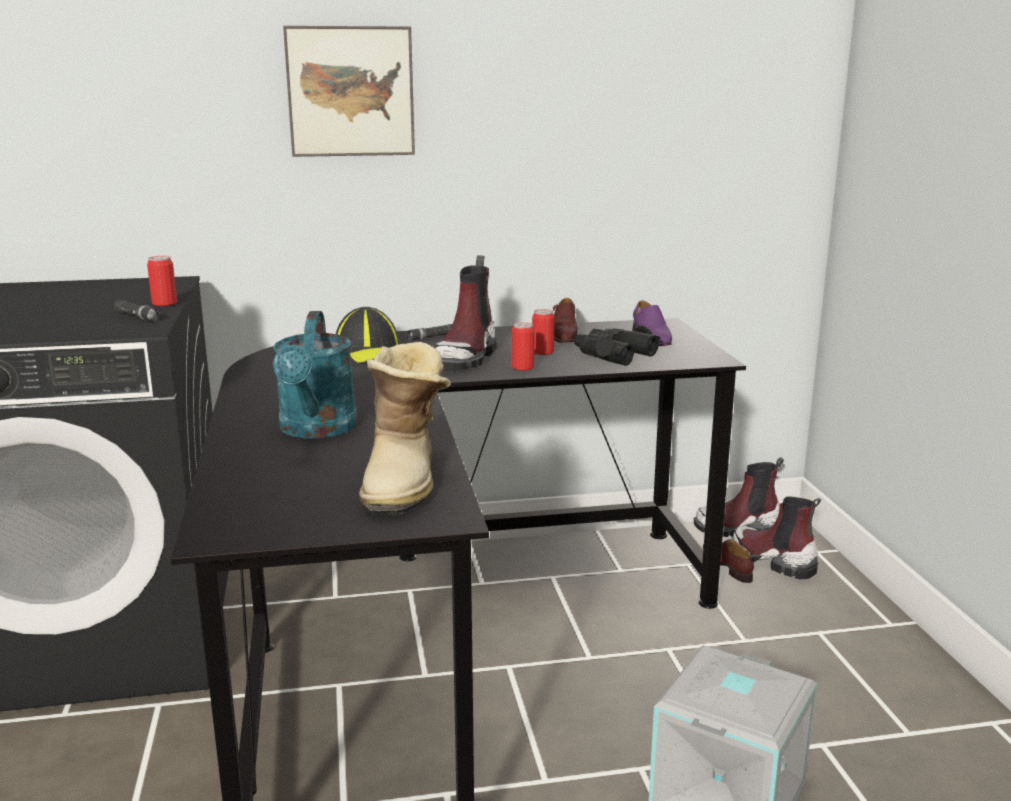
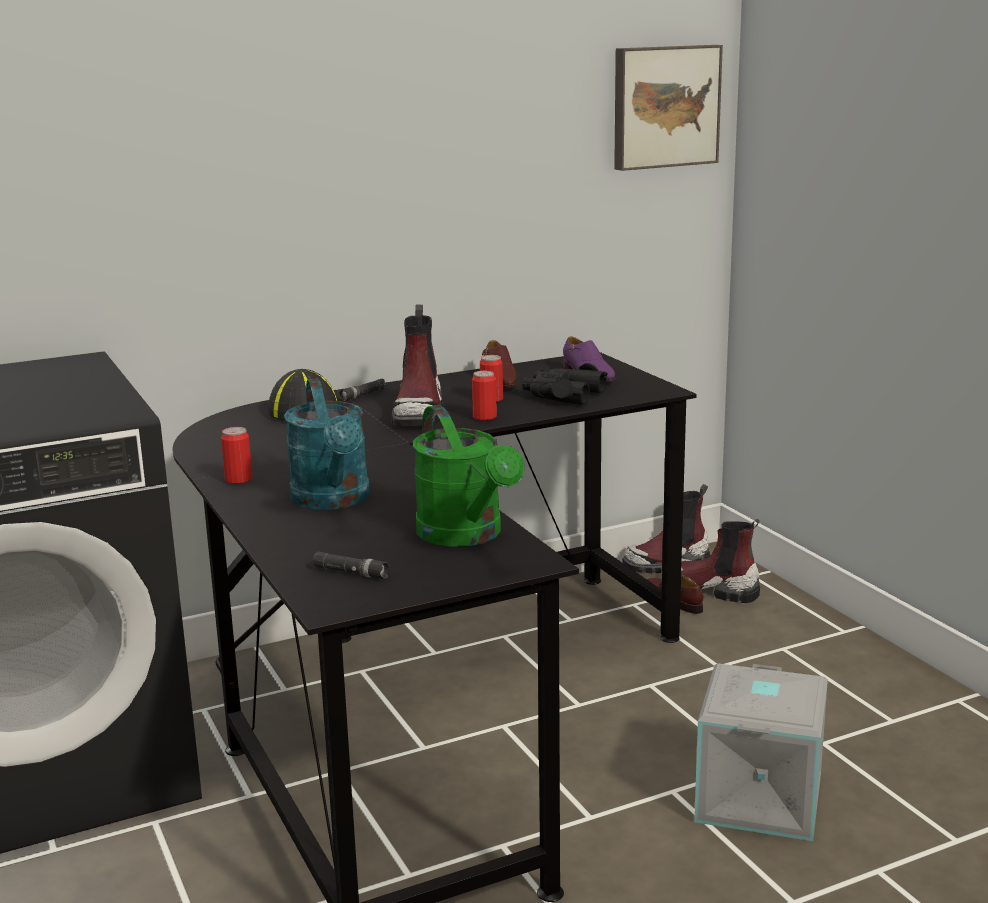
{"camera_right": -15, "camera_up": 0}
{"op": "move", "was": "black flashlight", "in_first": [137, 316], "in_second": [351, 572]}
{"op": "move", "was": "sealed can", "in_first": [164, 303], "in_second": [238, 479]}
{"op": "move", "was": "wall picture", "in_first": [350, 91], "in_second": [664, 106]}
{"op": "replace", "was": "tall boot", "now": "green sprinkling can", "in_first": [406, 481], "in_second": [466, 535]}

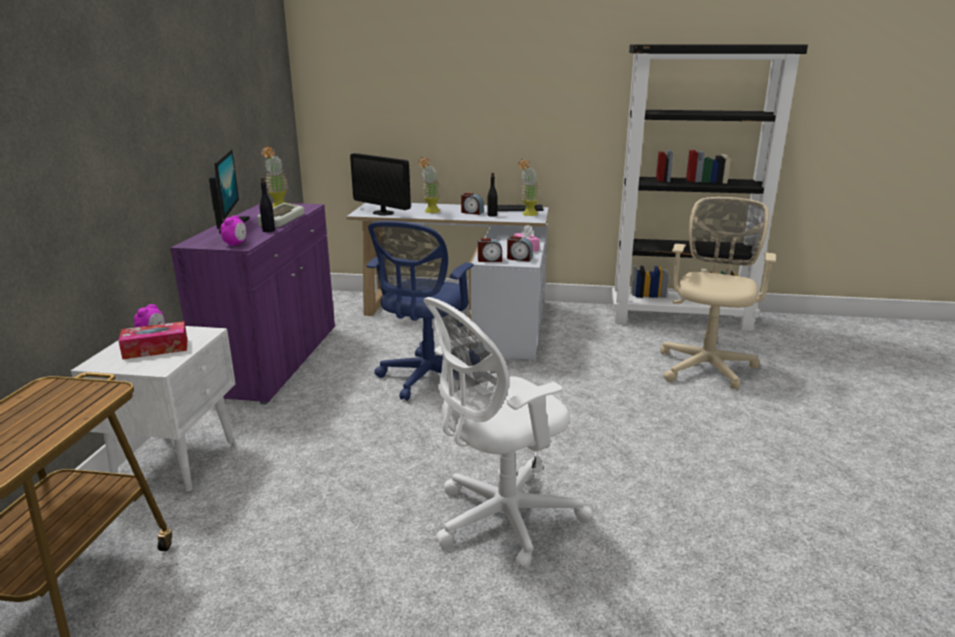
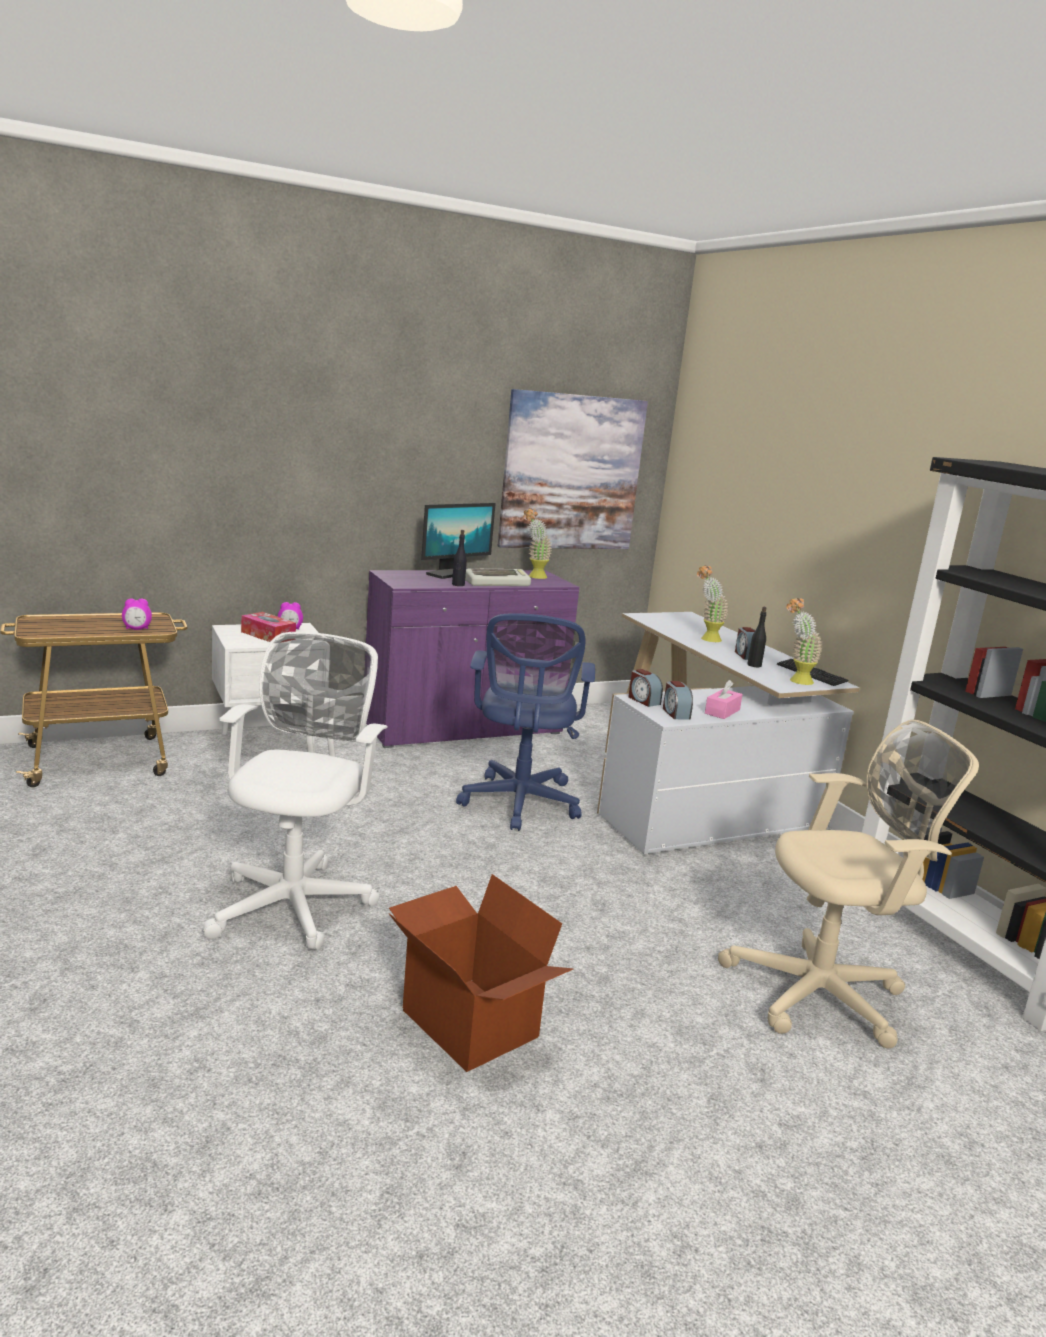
{"camera_right": 55, "camera_up": -5}
{"op": "move", "was": "table clock", "in_first": [236, 244], "in_second": [137, 629]}
{"op": "delete", "was": "computer screen", "in_first": [383, 213]}
{"op": "rotate", "was": "blue office chair", "in_first": [426, 378], "in_second": [519, 804], "clockwise": -75}
{"op": "rotate", "was": "white office chair", "in_first": [500, 520], "in_second": [295, 902], "clockwise": 75}
{"op": "insert", "now": "cardboard box", "in_second": [467, 1024]}
{"op": "insert", "now": "wall picture", "in_second": [571, 472]}

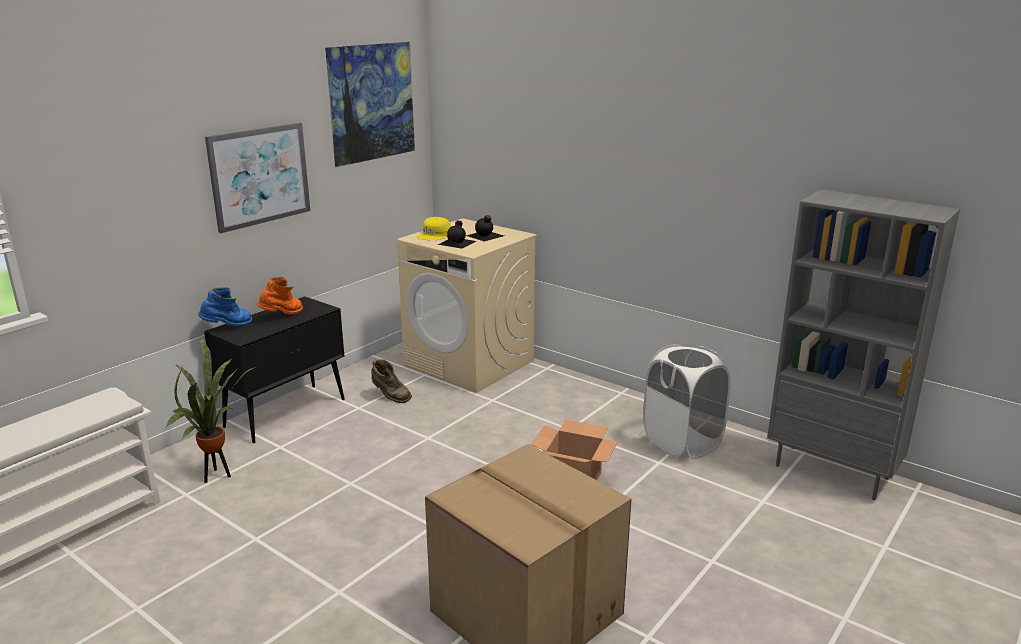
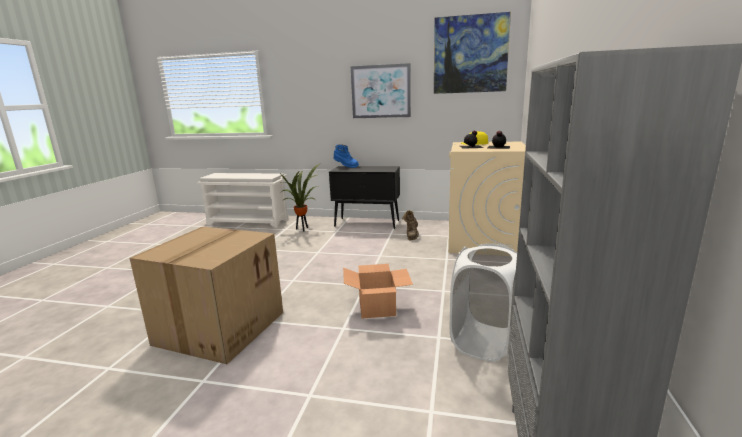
{"camera_right": 65, "camera_up": -5}
{"op": "delete", "was": "orange tall boot", "in_first": [282, 316]}

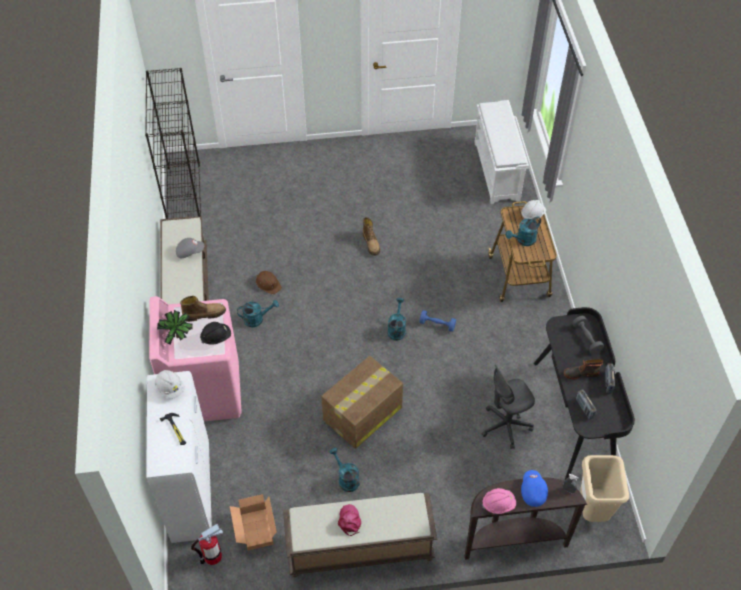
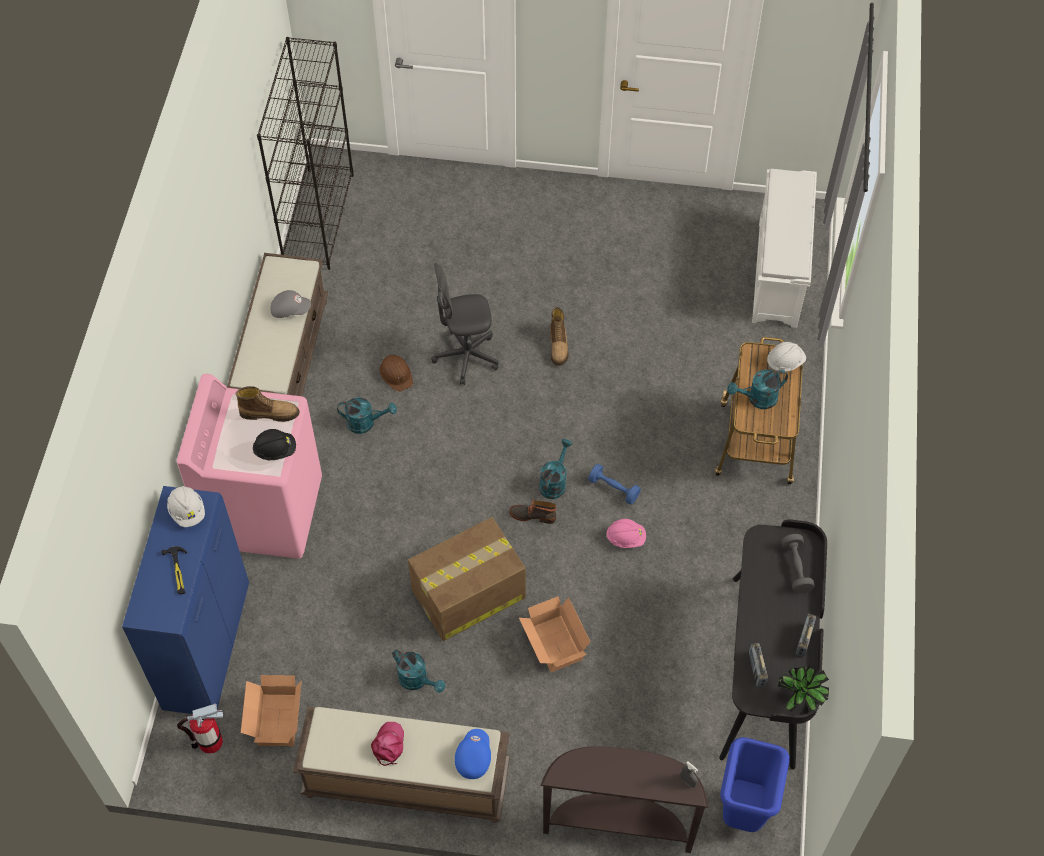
{"camera_right": 15, "camera_up": 5}
{"op": "recolor", "was": "white cupboard", "now": "blue cupboard", "in_first": [191, 491], "in_second": [207, 646]}
{"op": "move", "was": "plant in a pot", "in_first": [179, 338], "in_second": [800, 700]}
{"op": "rotate", "was": "turquoise-coloured sprinkling can", "in_first": [346, 479], "in_second": [417, 680], "clockwise": 150}
{"op": "move", "was": "grey office chair", "in_first": [506, 426], "in_second": [466, 357]}
{"op": "move", "was": "pink hard hat", "in_first": [498, 504], "in_second": [626, 538]}
{"op": "move", "was": "blue peaked cap", "in_first": [532, 491], "in_second": [473, 757]}
{"op": "move", "was": "tall boot", "in_first": [580, 373], "in_second": [533, 515]}
{"op": "recolor", "was": "beige-coloured trash can", "now": "blue trash can", "in_first": [592, 510], "in_second": [743, 811]}
{"op": "insert", "now": "cardboard box", "in_second": [554, 645]}

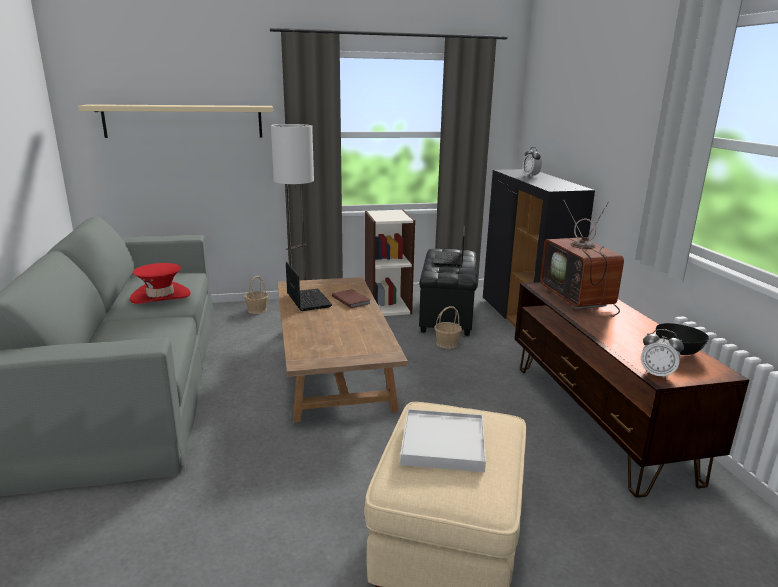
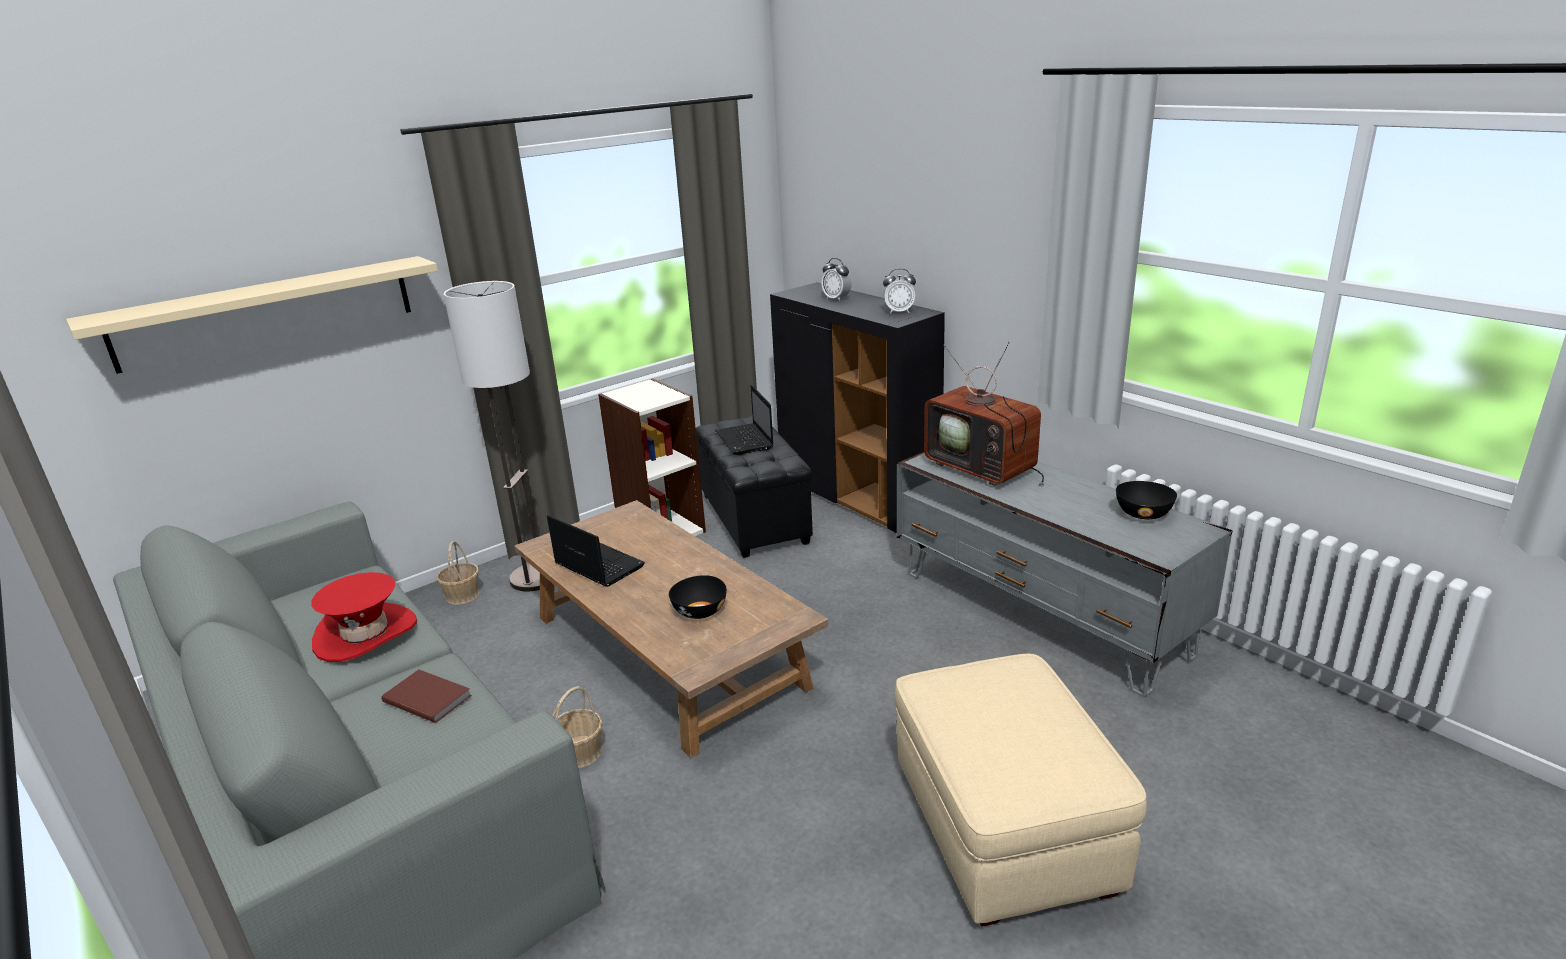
{"camera_right": -25, "camera_up": 5}
{"op": "move", "was": "brown-coloured bound book", "in_first": [351, 300], "in_second": [428, 697]}
{"op": "delete", "was": "white carrying tray", "in_first": [443, 444]}
{"op": "move", "was": "household basket", "in_first": [447, 343], "in_second": [580, 753]}
{"op": "recolor", "was": "brown-coloured tv stand", "now": "grey tv stand", "in_first": [597, 419], "in_second": [1040, 613]}
{"op": "move", "was": "table clock", "in_first": [656, 374], "in_second": [899, 312]}
{"op": "insert", "now": "black deep dish", "in_second": [699, 611]}

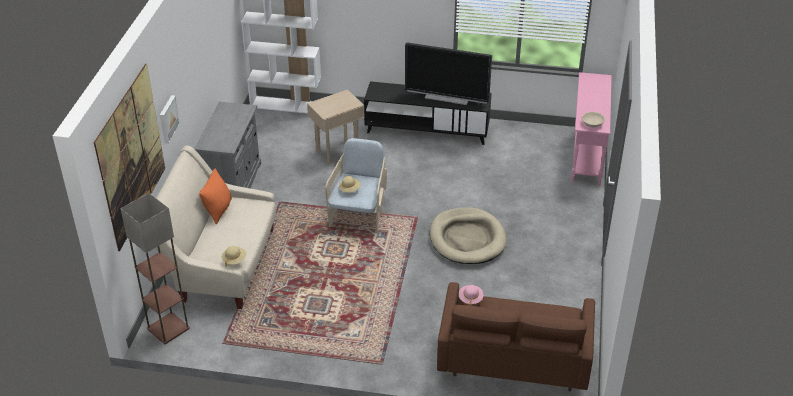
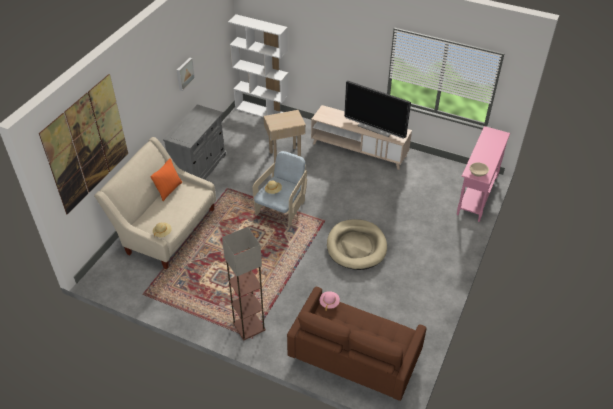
{"camera_right": 15, "camera_up": 5}
{"op": "move", "was": "standard lamp", "in_first": [168, 328], "in_second": [249, 326]}
{"op": "move", "was": "wall picture", "in_first": [168, 119], "in_second": [184, 73]}
{"op": "recolor", "was": "black tv stand", "now": "beige-coloured tv stand", "in_first": [427, 130], "in_second": [359, 150]}

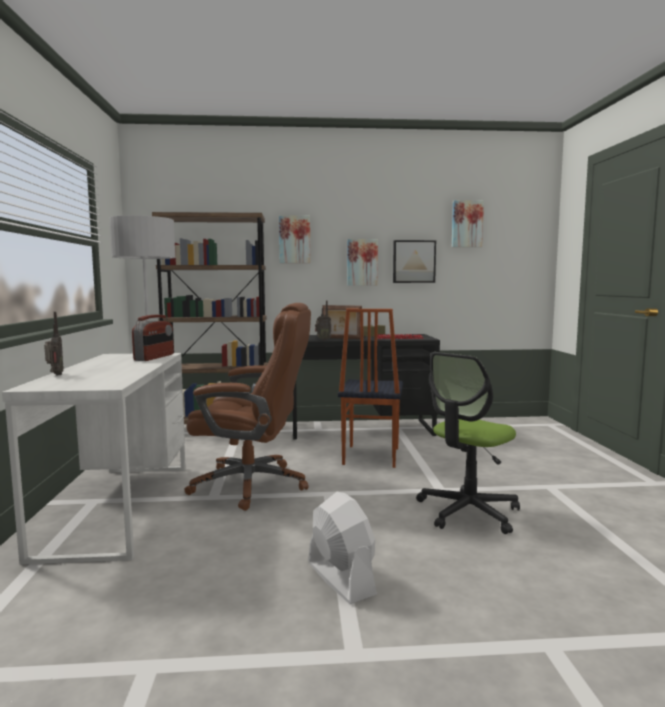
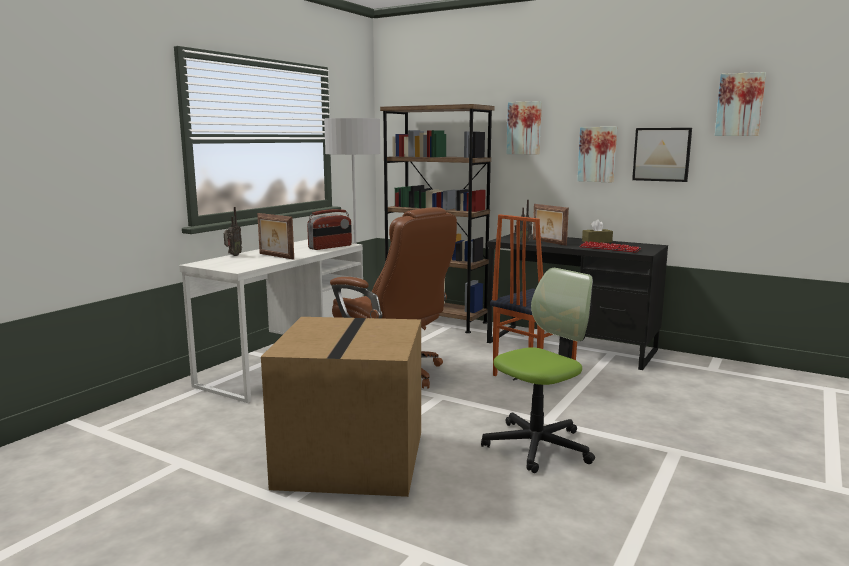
{"camera_right": 35, "camera_up": 5}
{"op": "replace", "was": "white cooling fan", "now": "cardboard box", "in_first": [340, 578], "in_second": [350, 457]}
{"op": "rotate", "was": "office chair", "in_first": [468, 512], "in_second": [537, 446], "clockwise": 150}
{"op": "insert", "now": "standing frame", "in_second": [275, 256]}

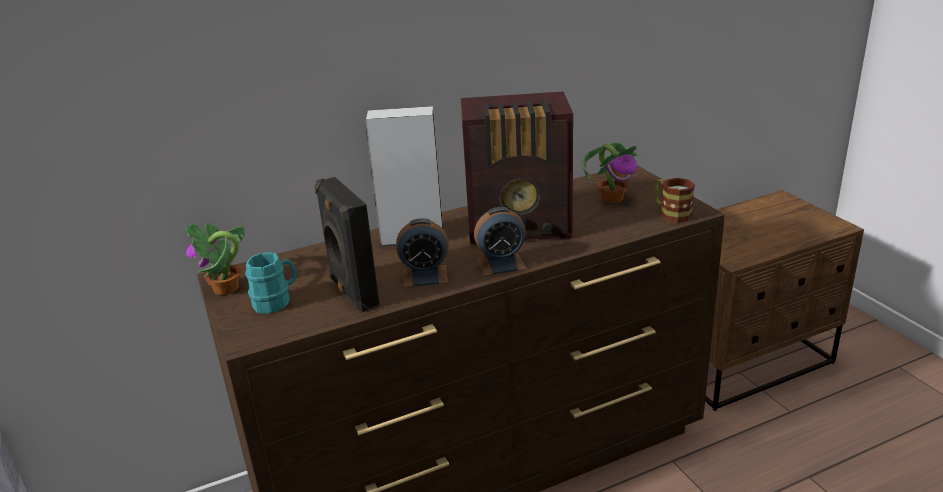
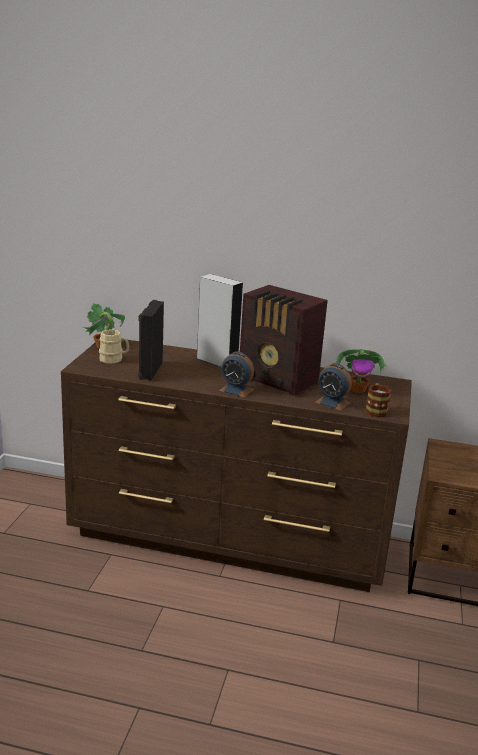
{"camera_right": 35, "camera_up": -5}
{"op": "recolor", "was": "turquoise-coloured tea mug", "now": "beige-coloured tea mug", "in_first": [276, 301], "in_second": [114, 359]}
{"op": "move", "was": "table clock", "in_first": [425, 276], "in_second": [332, 402]}

